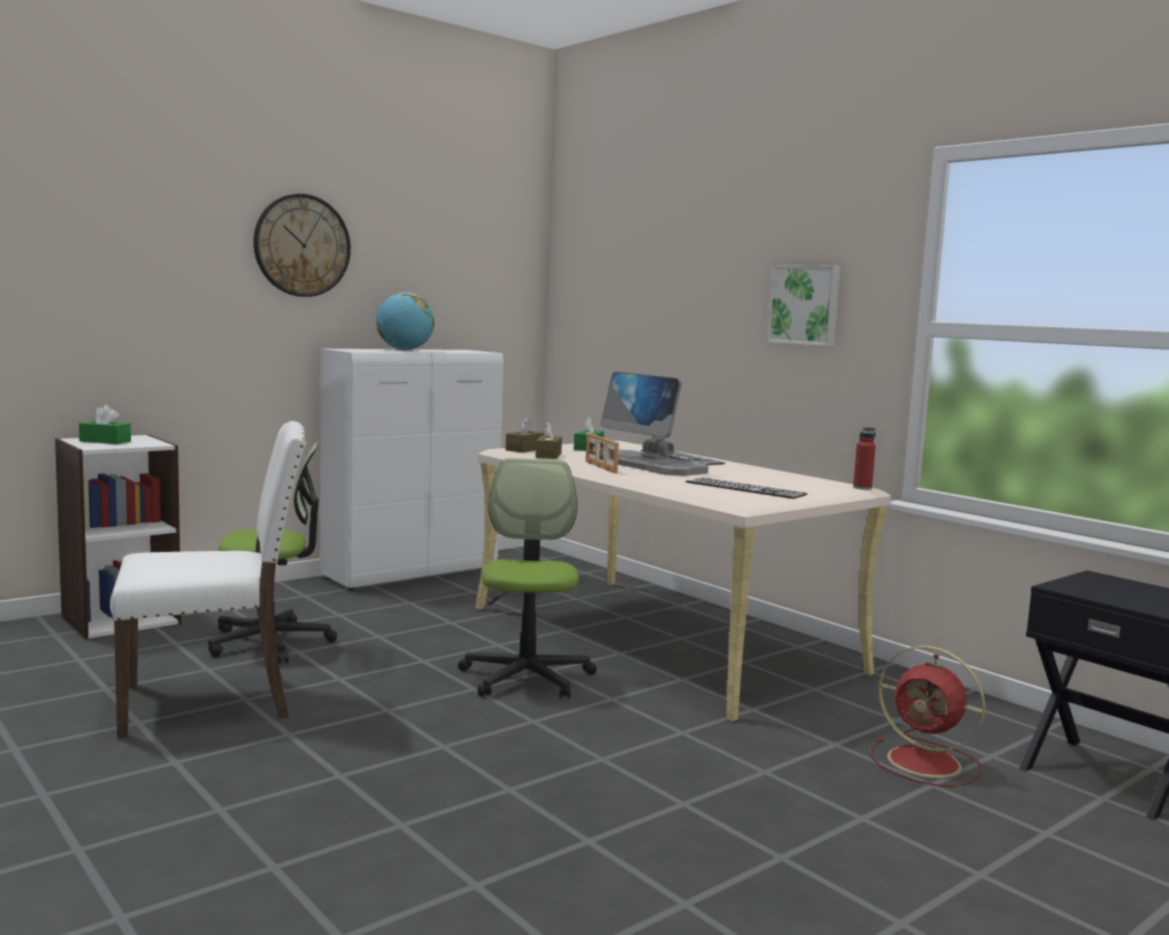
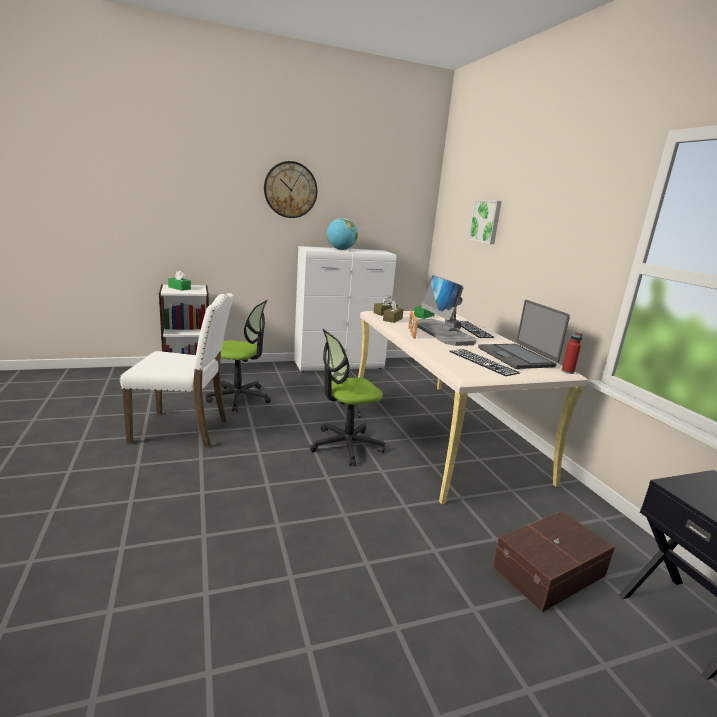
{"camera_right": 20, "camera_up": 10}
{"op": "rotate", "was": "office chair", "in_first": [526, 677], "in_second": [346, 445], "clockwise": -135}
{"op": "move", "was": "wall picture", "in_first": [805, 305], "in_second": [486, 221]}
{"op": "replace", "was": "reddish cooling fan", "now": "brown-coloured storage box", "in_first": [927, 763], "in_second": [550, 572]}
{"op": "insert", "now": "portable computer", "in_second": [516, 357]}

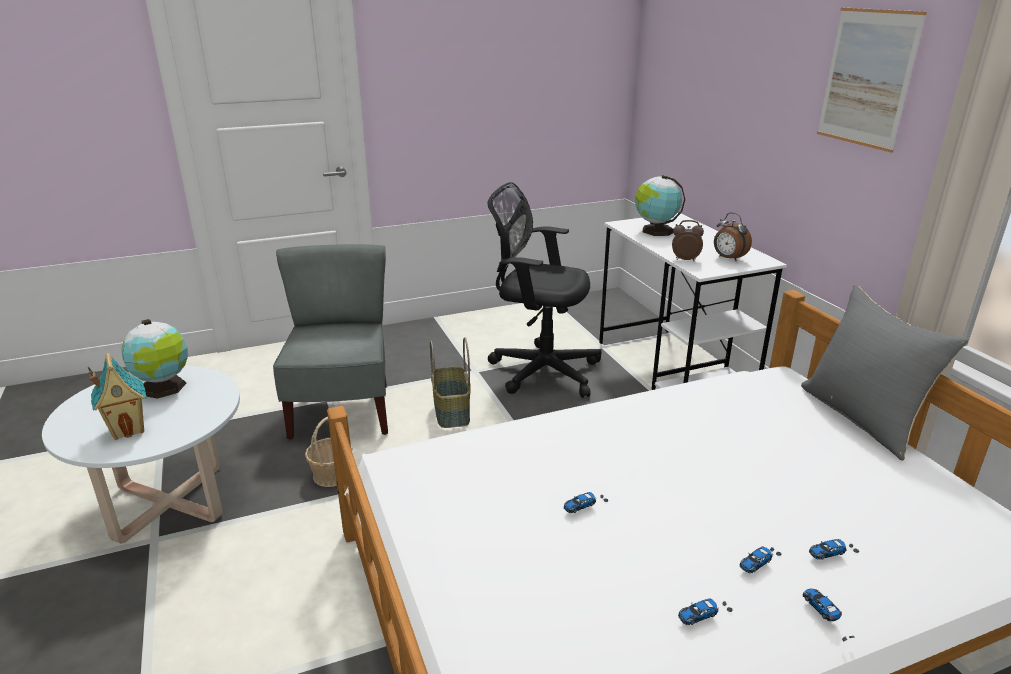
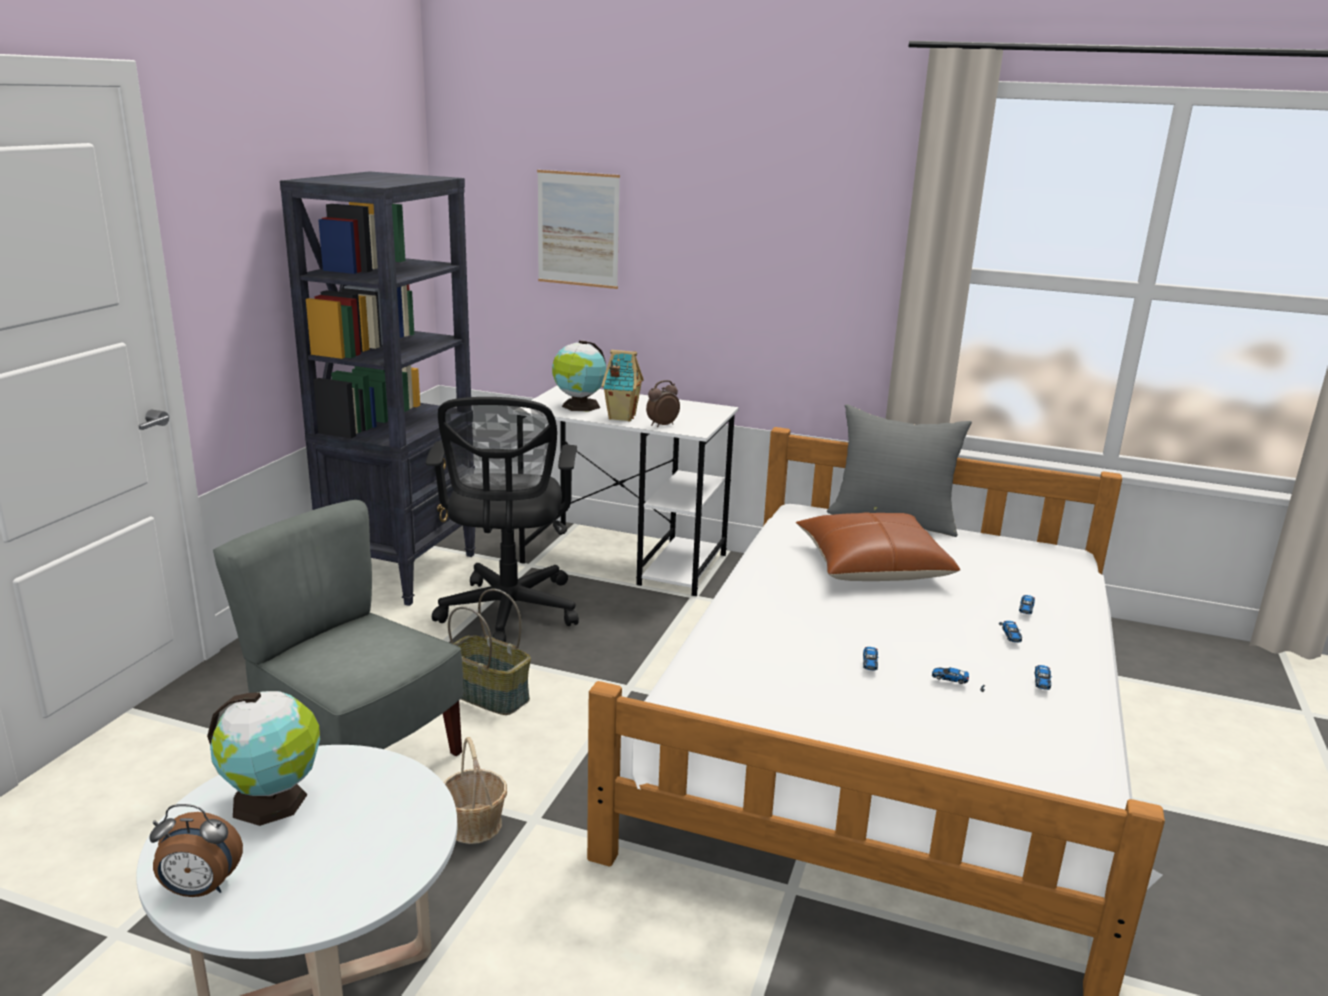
{"camera_right": -50, "camera_up": -5}
{"op": "move", "was": "miniature house", "in_first": [128, 429], "in_second": [621, 417]}
{"op": "rotate", "was": "black office chair", "in_first": [540, 370], "in_second": [508, 614], "clockwise": -60}
{"op": "move", "was": "table clock", "in_first": [728, 258], "in_second": [200, 890]}
{"op": "move", "was": "model car", "in_first": [826, 618], "in_second": [957, 685]}
{"op": "move", "was": "wall picture", "in_first": [867, 78], "in_second": [578, 229]}
{"op": "insert", "now": "black shelving unit", "in_second": [403, 570]}
{"op": "insert", "now": "brown-coloured cushion", "in_second": [872, 566]}

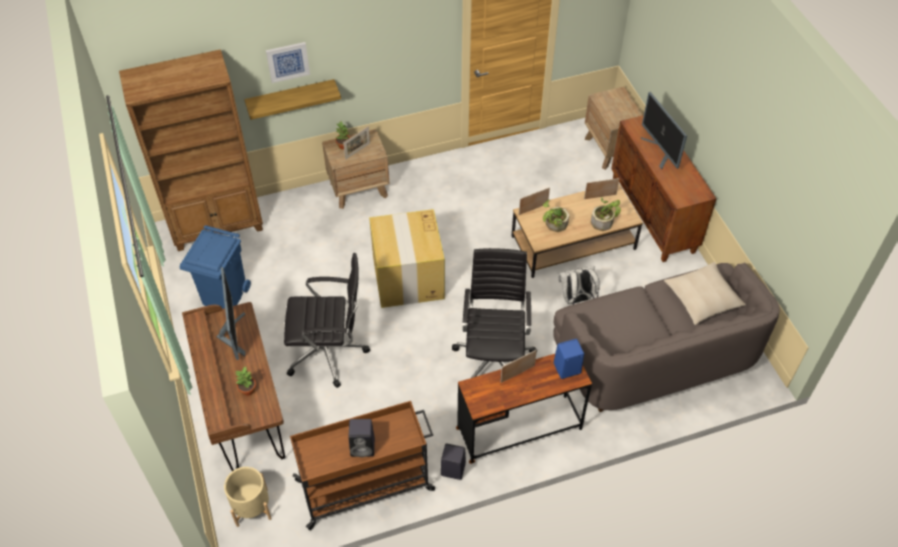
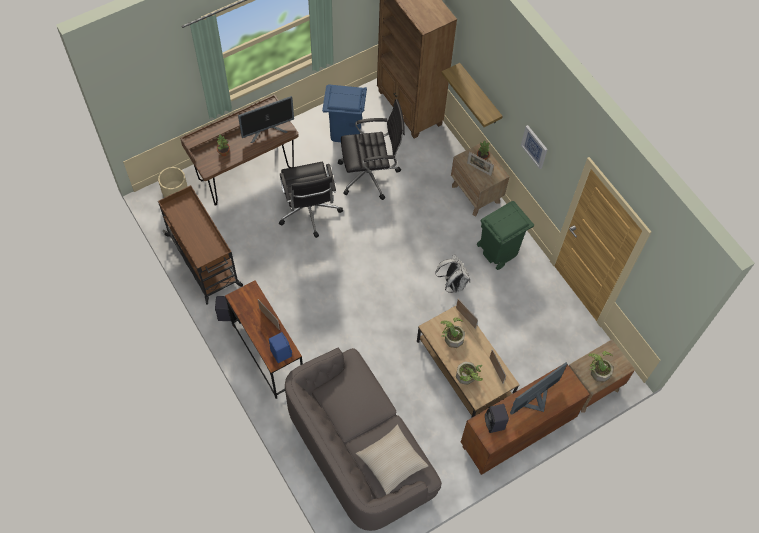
{"camera_right": 75, "camera_up": 10}
{"op": "move", "was": "wall picture", "in_first": [288, 61], "in_second": [534, 146]}
{"op": "move", "was": "black loudspeaker", "in_first": [363, 447], "in_second": [495, 424]}
{"op": "delete", "was": "cardboard box", "in_first": [408, 279]}
{"op": "move", "was": "black office chair", "in_first": [494, 358], "in_second": [370, 175]}
{"op": "move", "was": "white rucksack", "in_first": [576, 299], "in_second": [452, 283]}
{"op": "insert", "now": "green trash can", "in_second": [498, 251]}
{"op": "insert", "now": "plant in a pot", "in_second": [598, 370]}

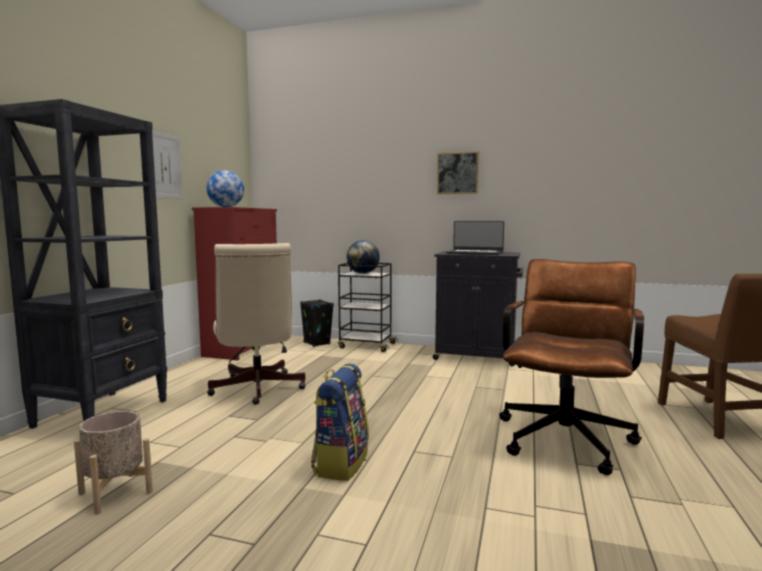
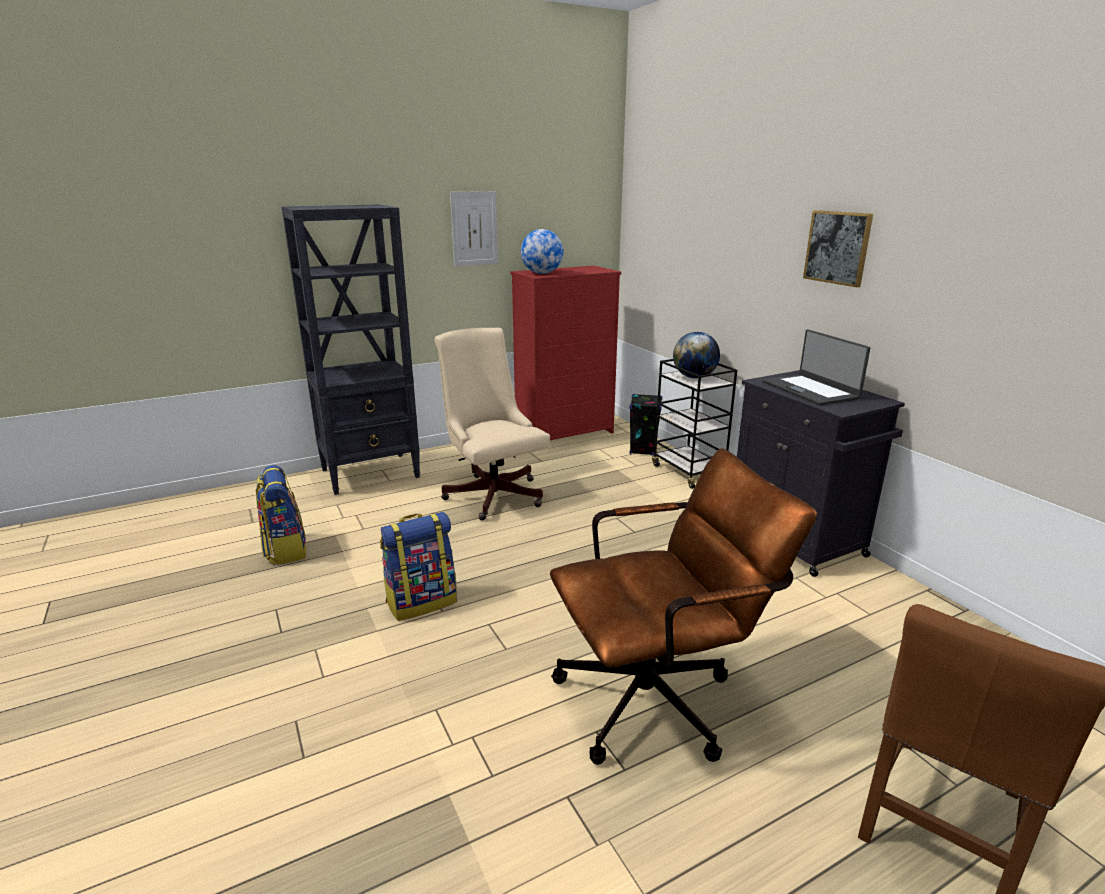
{"camera_right": 45, "camera_up": 15}
{"op": "replace", "was": "beige-coloured flower pot", "now": "rucksack", "in_first": [116, 493], "in_second": [285, 549]}
{"op": "rotate", "was": "beige-coloured office chair", "in_first": [256, 390], "in_second": [492, 493], "clockwise": 120}

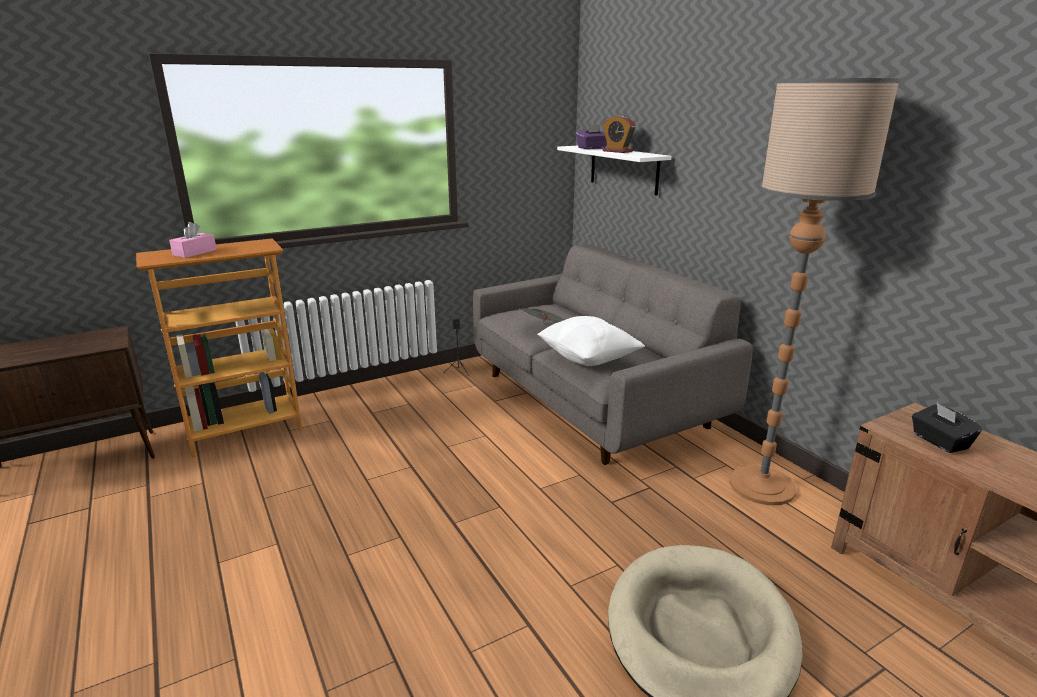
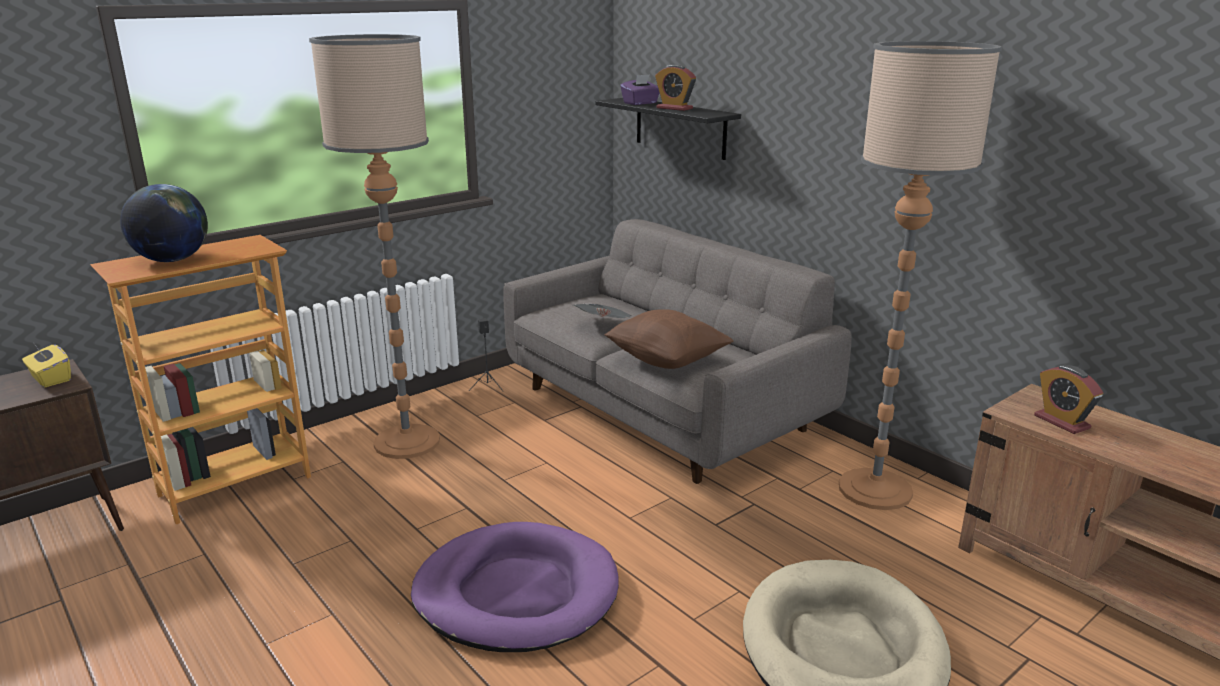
{"camera_right": -10, "camera_up": 0}
{"op": "replace", "was": "pink tissue box", "now": "globe", "in_first": [195, 252], "in_second": [172, 260]}
{"op": "recolor", "was": "white cushion", "now": "brown-coloured cushion", "in_first": [588, 359], "in_second": [667, 361]}
{"op": "recolor", "was": "white shelf", "now": "black shelf", "in_first": [623, 169], "in_second": [680, 128]}
{"op": "replace", "was": "black tissue box", "now": "table clock", "in_first": [939, 441], "in_second": [1061, 422]}
{"op": "insert", "now": "yellowish tissue box", "in_second": [50, 379]}
{"op": "insert", "now": "standard lamp", "in_second": [406, 442]}
{"op": "insert", "now": "purple dog cushion", "in_second": [516, 593]}

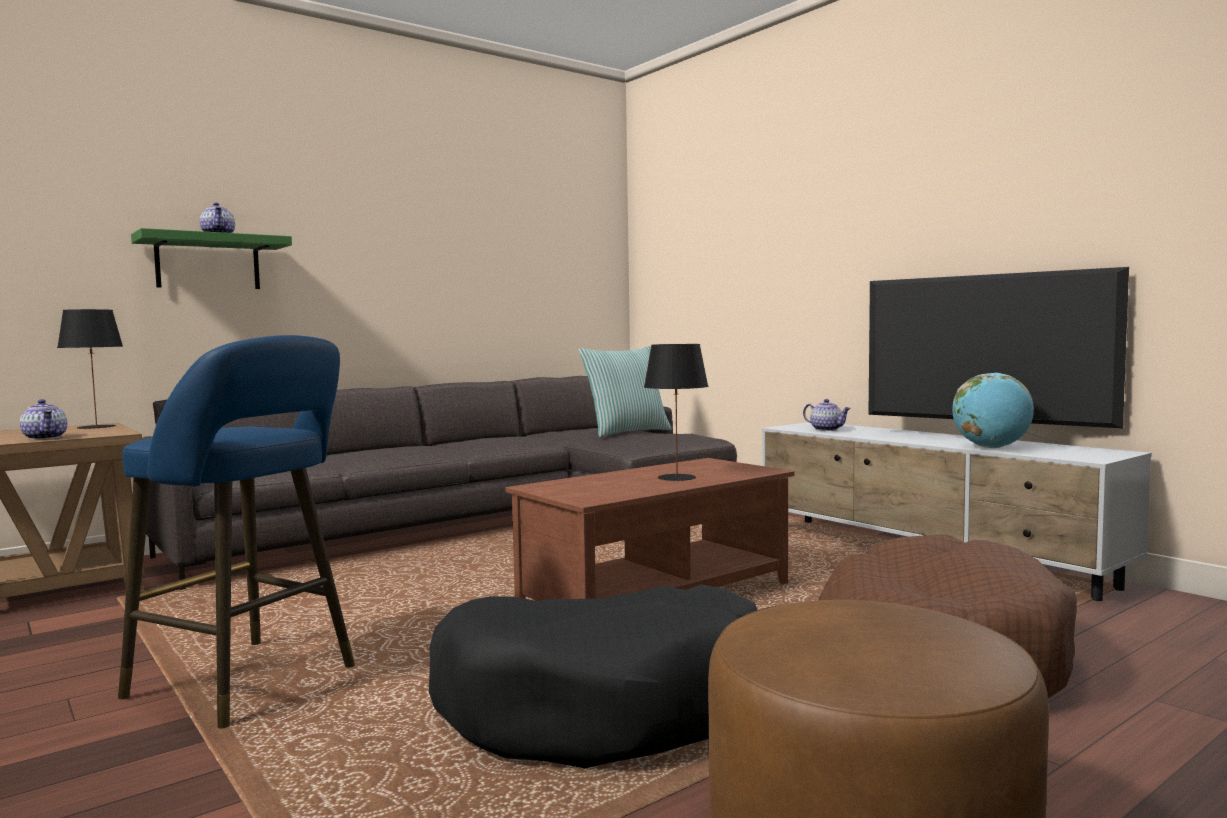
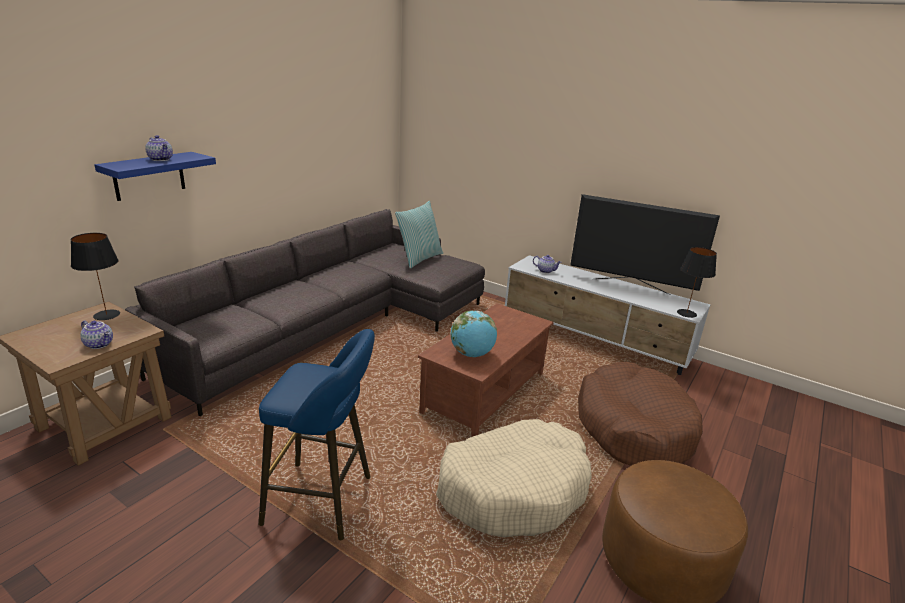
{"camera_right": -20, "camera_up": 20}
{"op": "recolor", "was": "green shelf", "now": "blue shelf", "in_first": [208, 263], "in_second": [149, 176]}
{"op": "recolor", "was": "black dog cushion", "now": "beige-coloured dog cushion", "in_first": [604, 706], "in_second": [513, 489]}
{"op": "move", "was": "black tabletop lamp", "in_first": [676, 477], "in_second": [686, 313]}
{"op": "move", "was": "globe", "in_first": [991, 448], "in_second": [472, 354]}

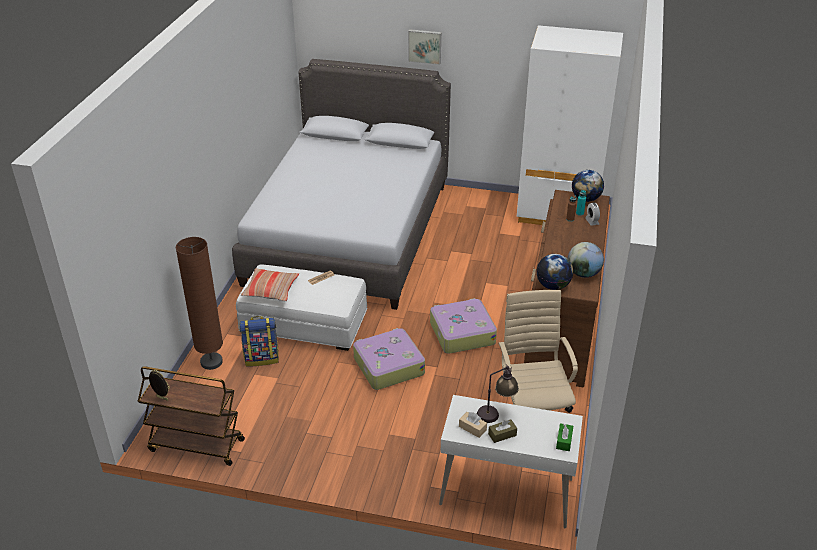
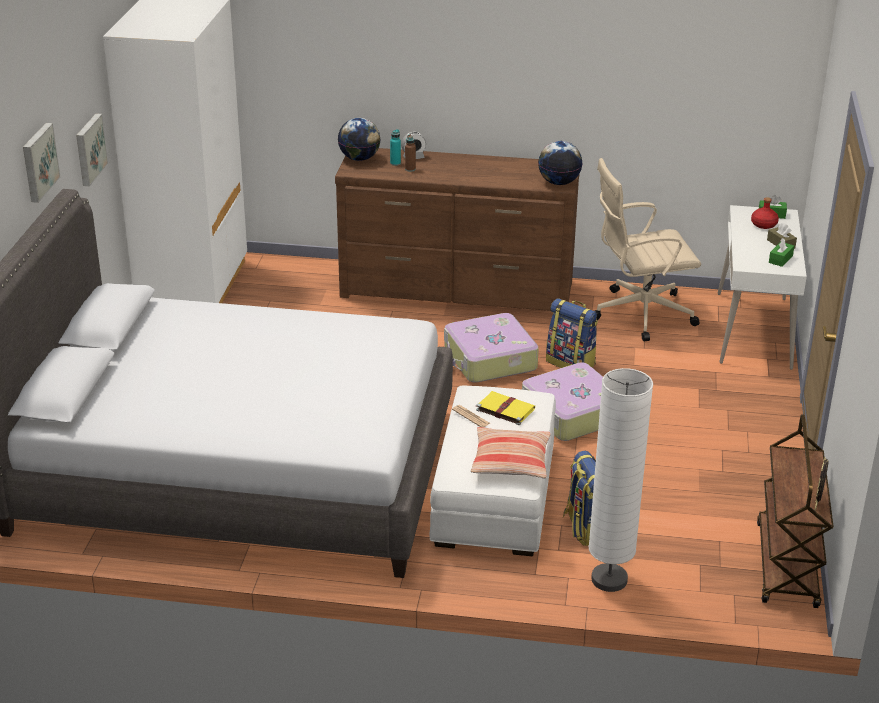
{"camera_right": -95, "camera_up": -5}
{"op": "recolor", "was": "brown-coloured standard lamp", "now": "white standard lamp", "in_first": [211, 362], "in_second": [609, 580]}
{"op": "recolor", "was": "beige-coloured tissue box", "now": "green tissue box", "in_first": [472, 428], "in_second": [780, 259]}
{"op": "delete", "was": "tabletop lamp", "in_first": [496, 413]}
{"op": "delete", "was": "globe", "in_first": [583, 274]}
{"op": "insert", "now": "wall picture", "in_second": [89, 149]}
{"op": "insert", "now": "yellowish bound book", "in_second": [504, 409]}
{"op": "insert", "now": "rucksack", "in_second": [571, 362]}
{"op": "insert", "now": "reddish drink bottle", "in_second": [763, 224]}

